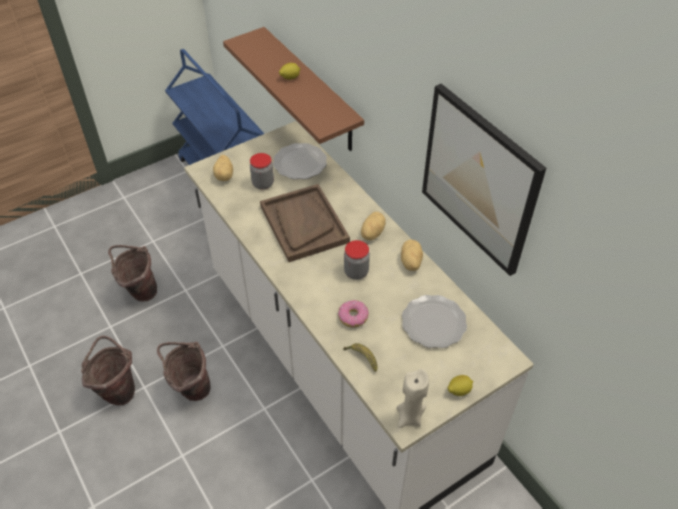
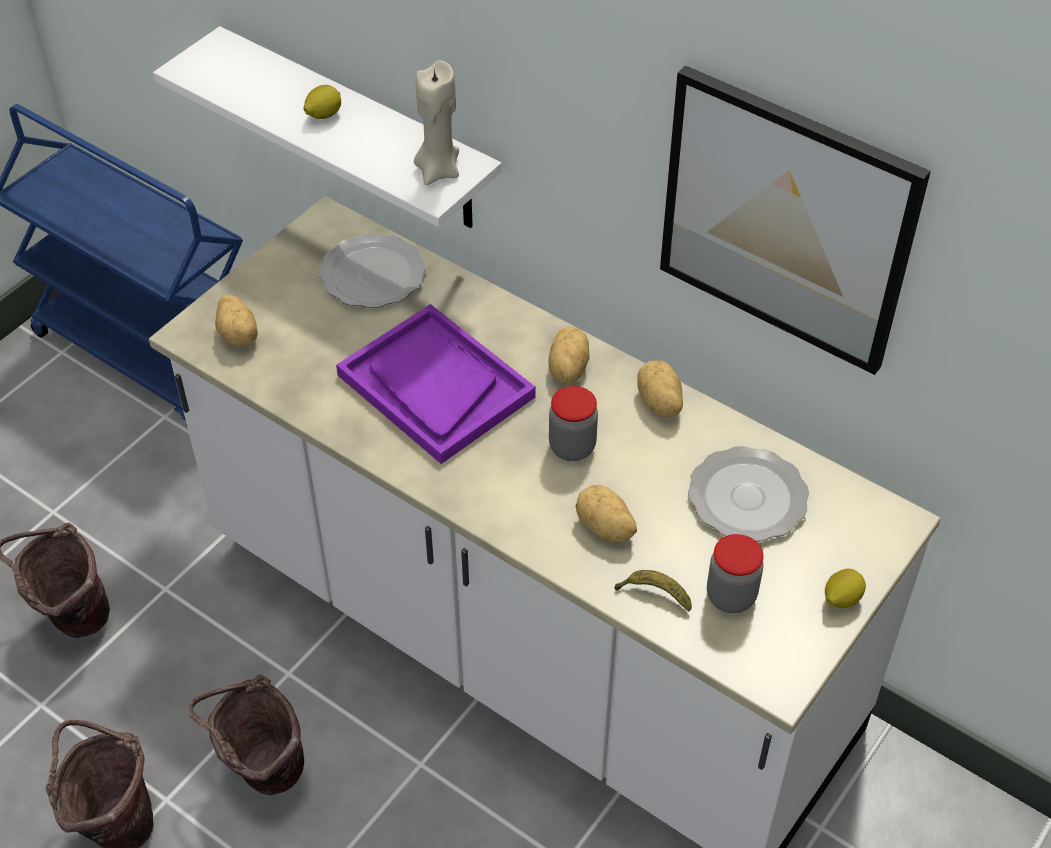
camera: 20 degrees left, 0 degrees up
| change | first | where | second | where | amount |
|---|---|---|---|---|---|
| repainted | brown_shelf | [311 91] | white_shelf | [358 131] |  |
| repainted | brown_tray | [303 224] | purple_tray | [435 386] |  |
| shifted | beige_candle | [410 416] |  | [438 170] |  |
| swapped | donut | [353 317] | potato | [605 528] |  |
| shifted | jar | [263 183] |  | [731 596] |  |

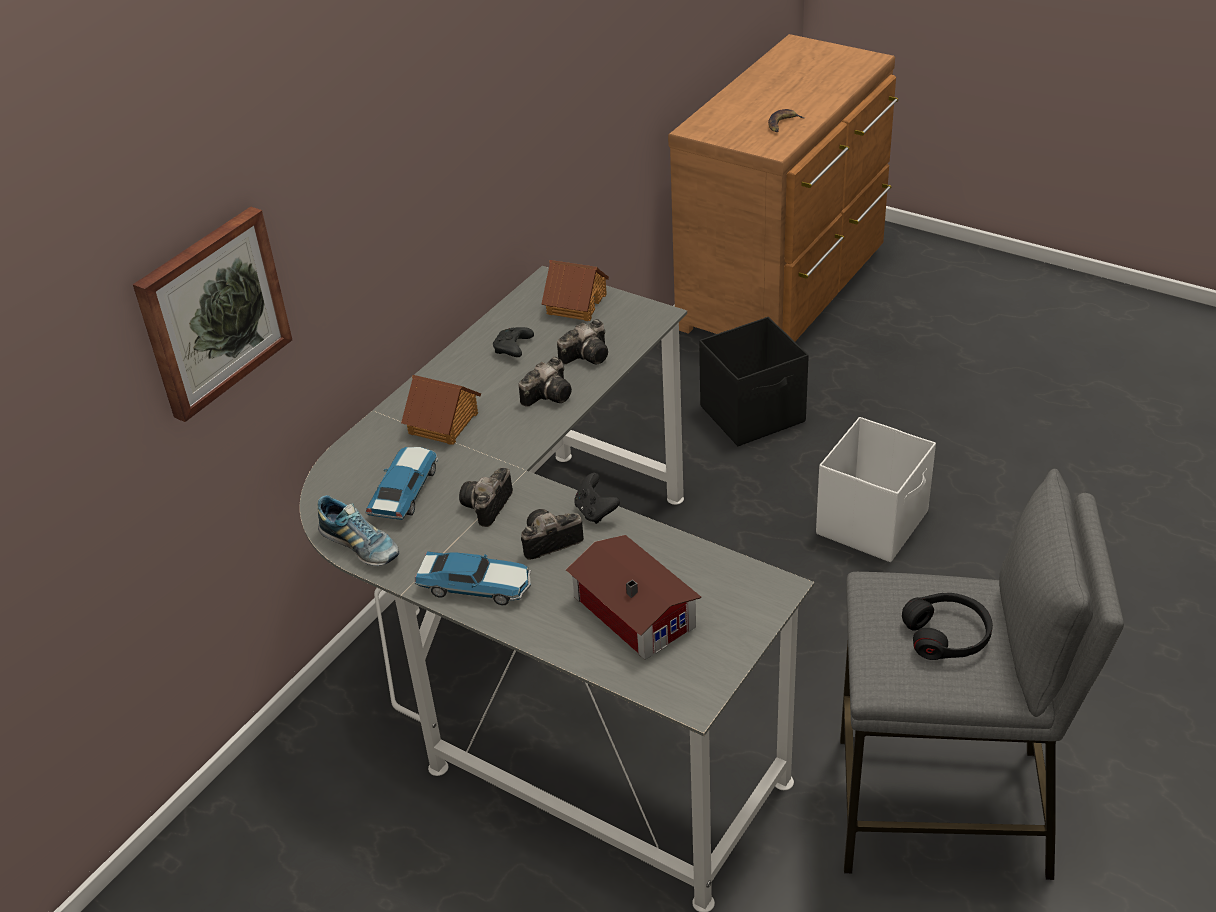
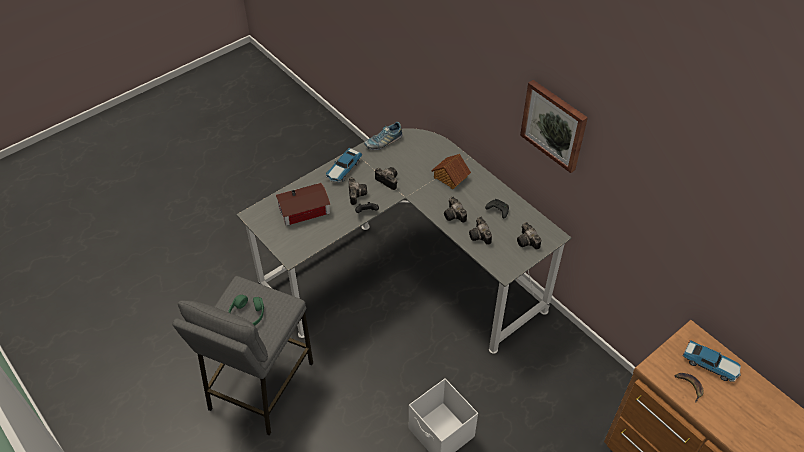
camera: 105 degrees right, 10 degrees up
| change | first | where | second | where | amount |
|---|---|---|---|---|---|
| repainted | black_headphones | [947 635] | green_headphones | [247 315] |  |
| swapped | toy_house | [575 304] | photo_camera | [528 242] |  |
| shifted | picture | [212 312] |  | [554 125] |  |
| shifted | toy_car | [405 491] |  | [711 365] |  |
| gone | black_storage_box | [754 414] |  |  |  |

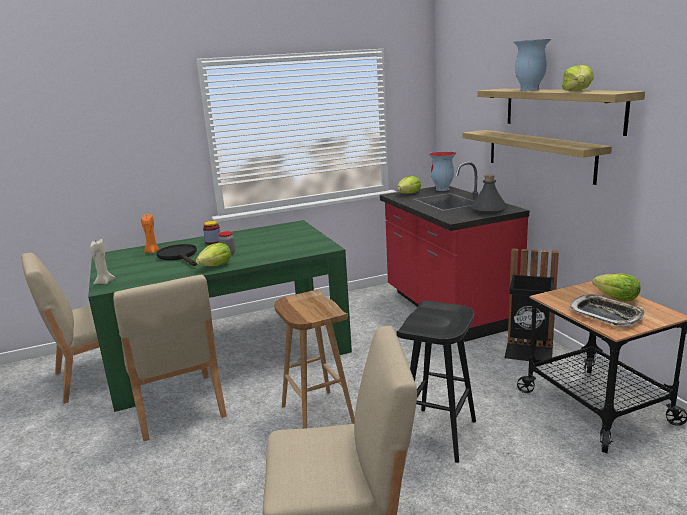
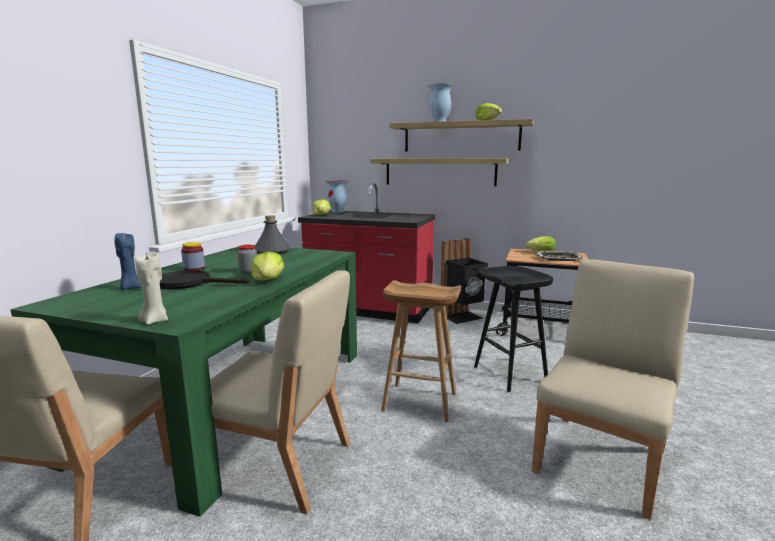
camera: 50 degrees left, 5 degrees down
| change | first | where | second | where | amount |
|---|---|---|---|---|---|
| repainted | orange_candle | [152 252] | blue_candle | [130 288] |  |
| shifted | grey_bottle | [488 210] |  | [272 252] |  |

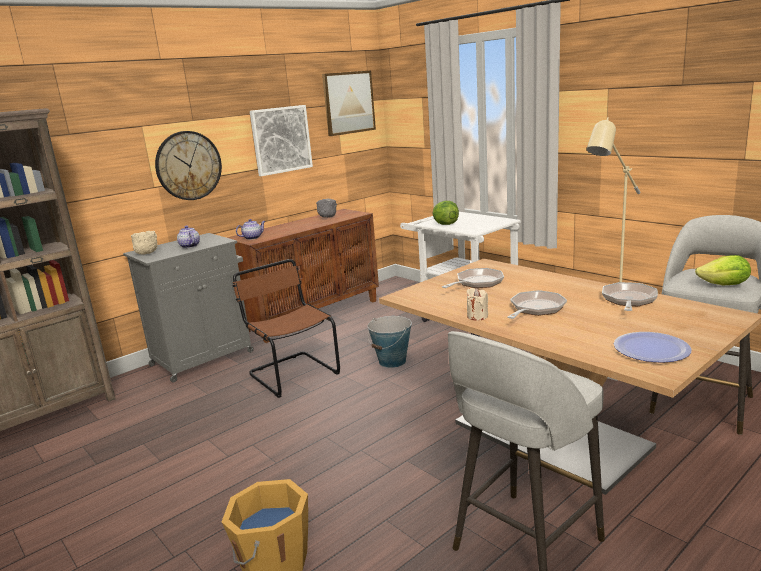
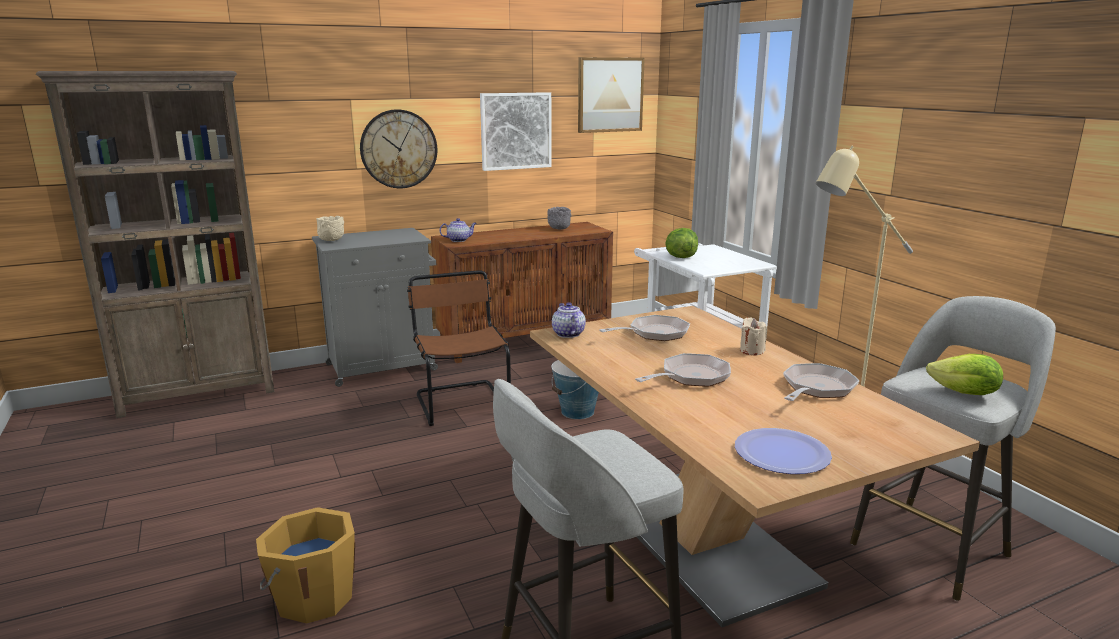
camera: 15 degrees right, 0 degrees up
| change | first | where | second | where | amount |
|---|---|---|---|---|---|
| shifted | teapot | [189 246] |  | [567 334] |  |
| shifted | beige_candle | [477 316] |  | [752 351] |  |

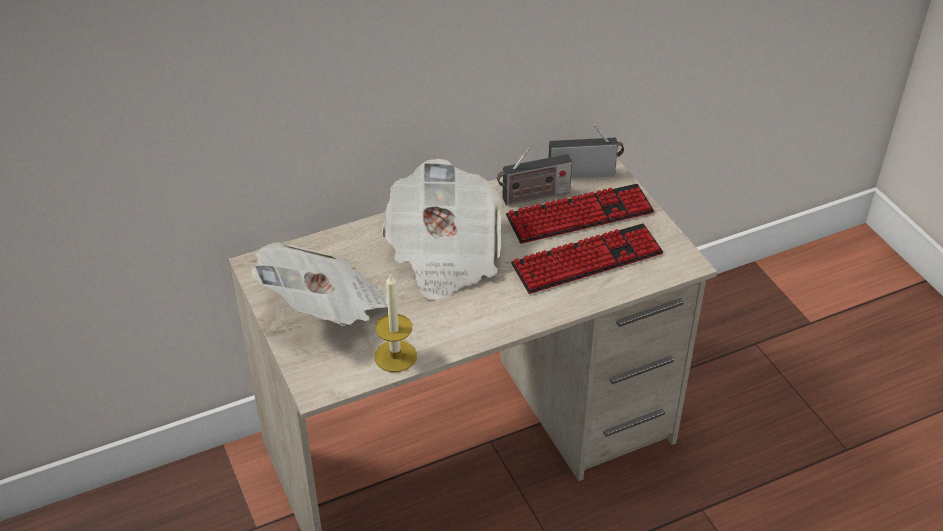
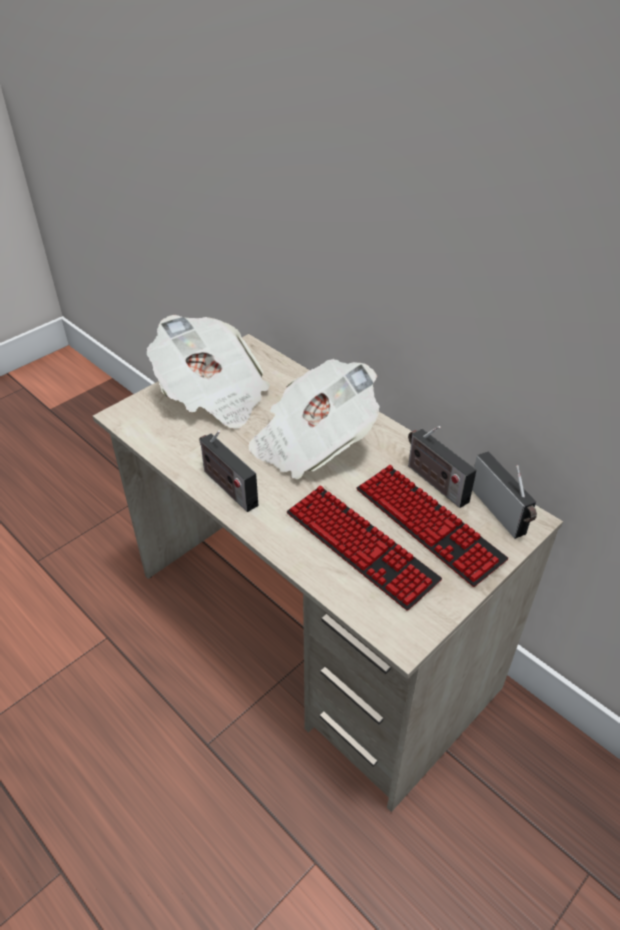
camera: 70 degrees right, 0 degrees up
| change | first | where | second | where | amount |
|---|---|---|---|---|---|
| new |  |  | radio | [227 486] |  |
| gone | candle | [395 356] |  |  |  |

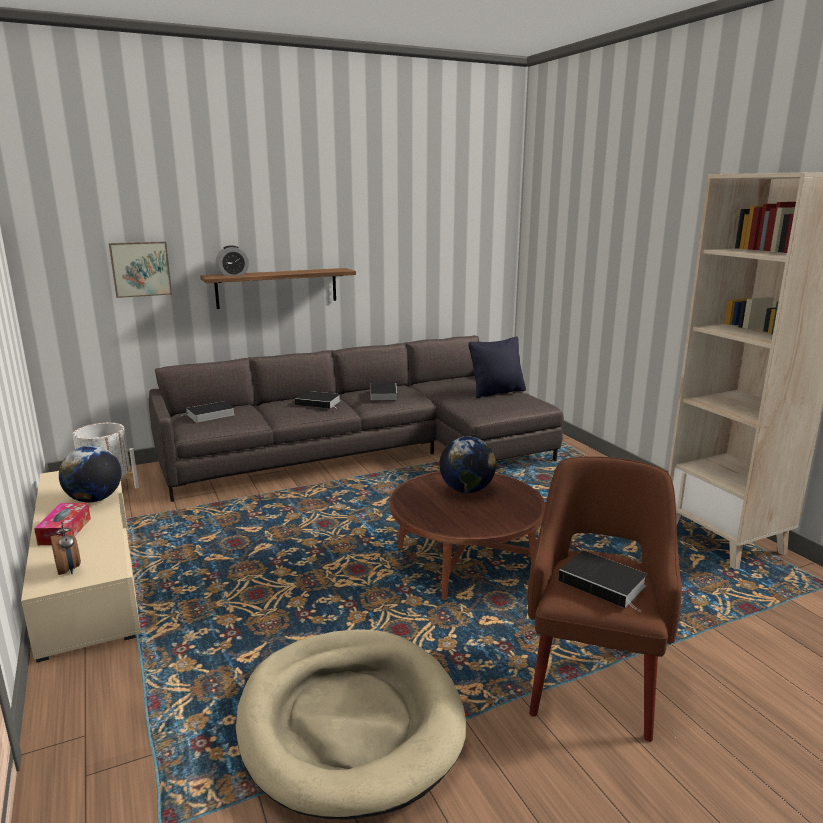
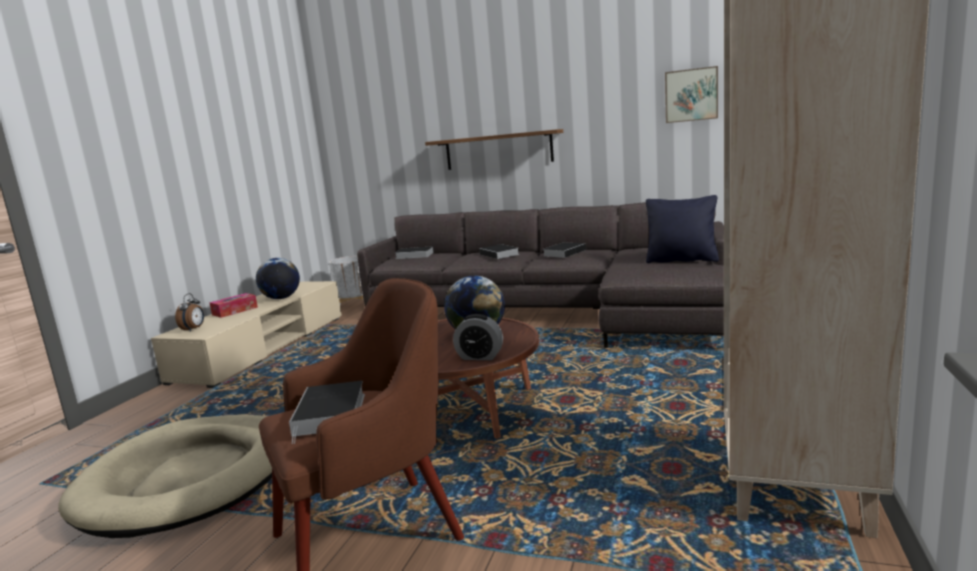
camera: 45 degrees right, 5 degrees down
| change | first | where | second | where | amount |
|---|---|---|---|---|---|
| shifted | alarm_clock | [233 274] |  | [479 357] |  |
| shifted | picture | [140 269] |  | [691 95] |  |

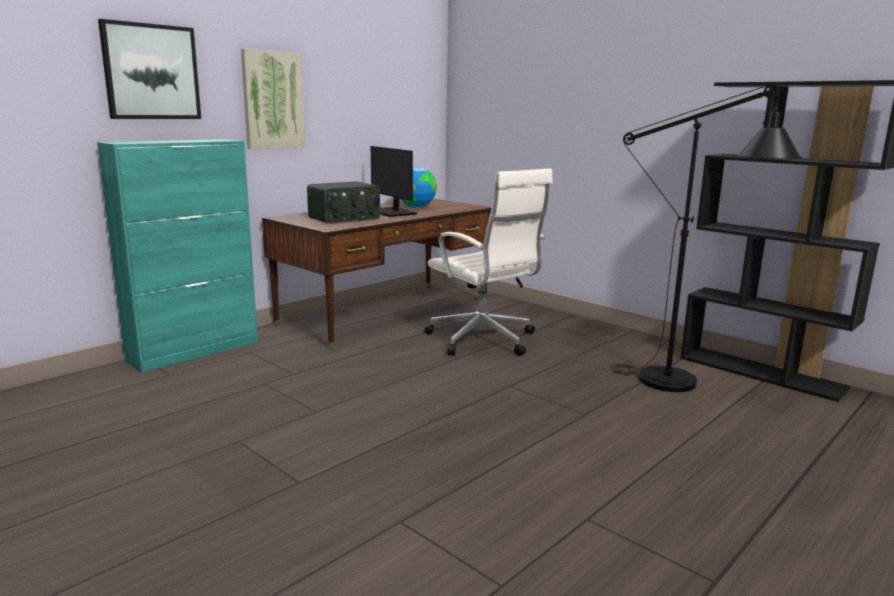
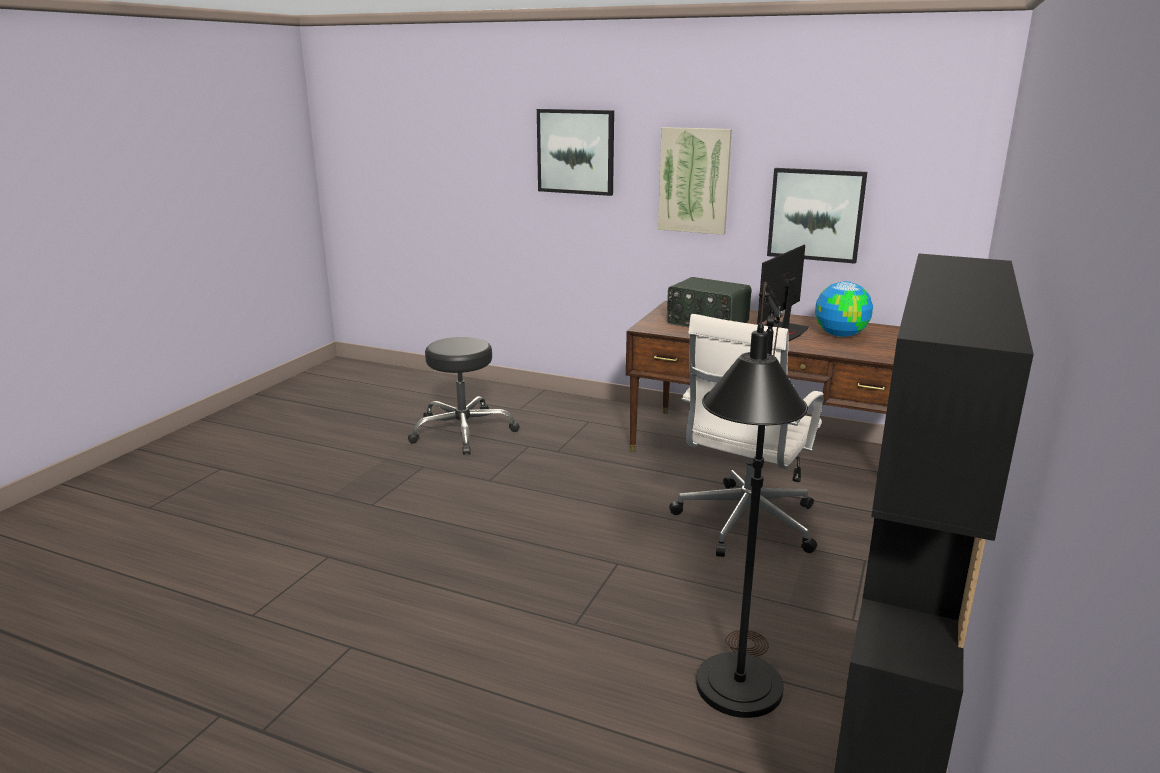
camera: 70 degrees right, 5 degrees up
| change | first | where | second | where | amount |
|---|---|---|---|---|---|
| new |  |  | black_stool | [462 431] |  |
| new |  |  | picture | [815 214] |  |
| gone | turquoise_cabinet | [195 351] |  |  |  |

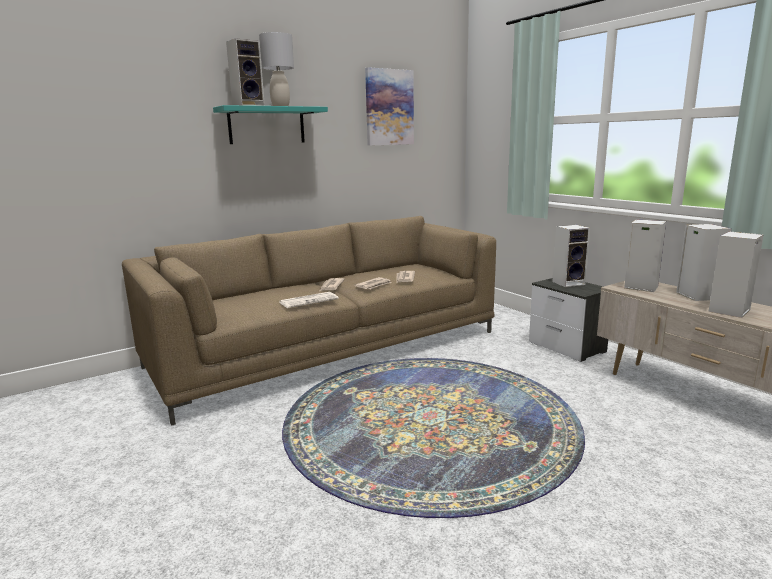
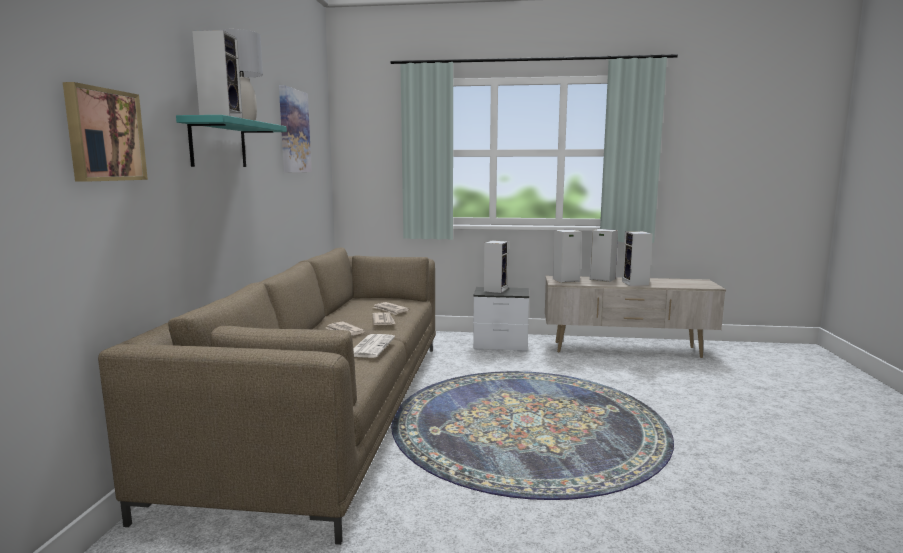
camera: 50 degrees left, 5 degrees down
| change | first | where | second | where | amount |
|---|---|---|---|---|---|
| new |  |  | picture | [103 135] |  |

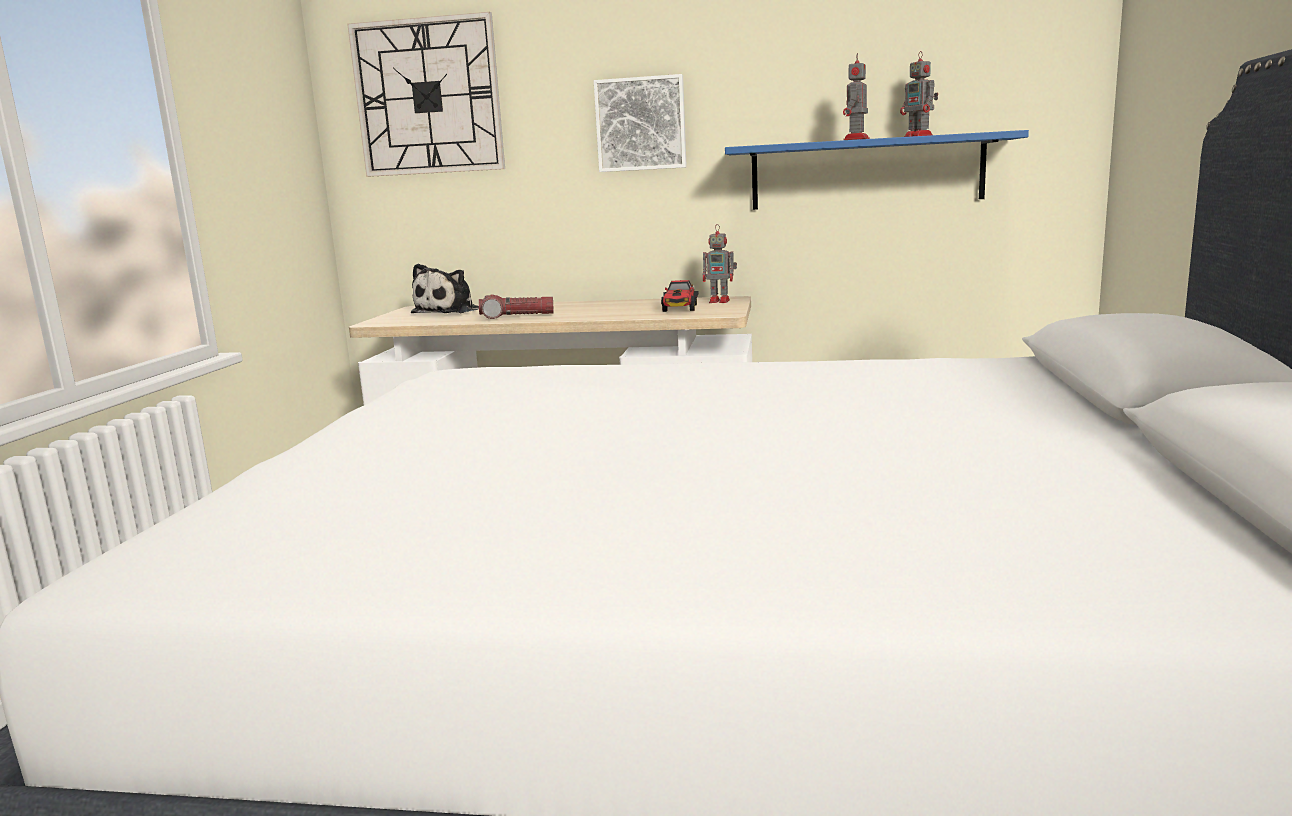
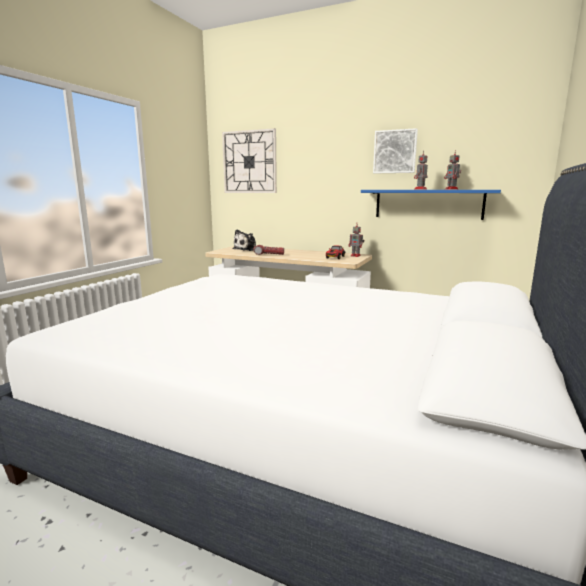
camera: 15 degrees right, 0 degrees up
| change | first | where | second | where | amount |
|---|---|---|---|---|---|
| shifted | picture | [641 124] |  | [395 152] |  |

